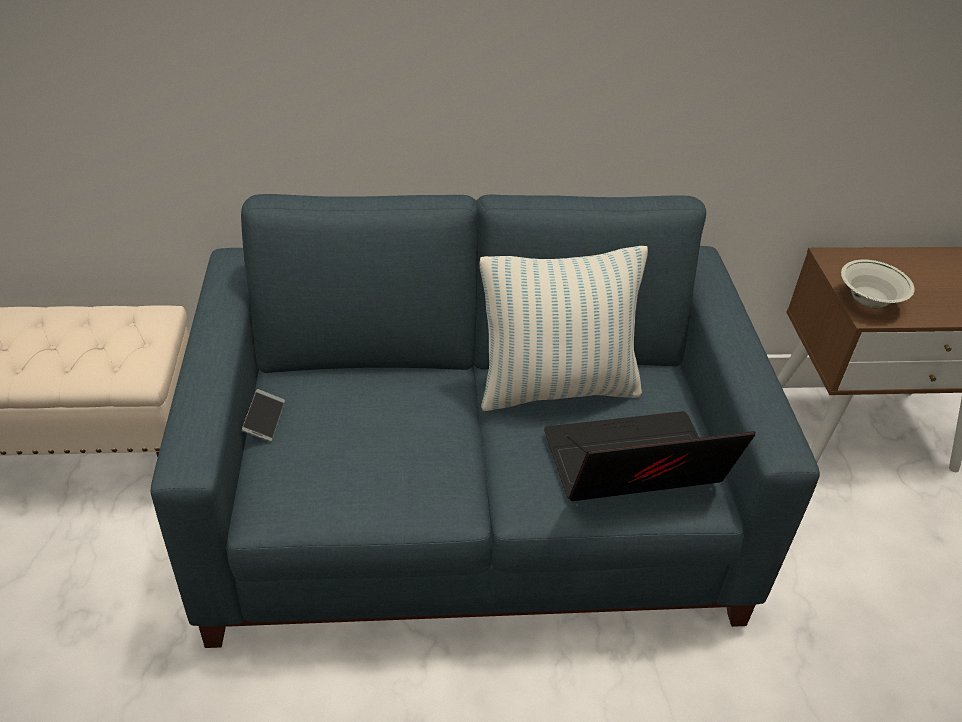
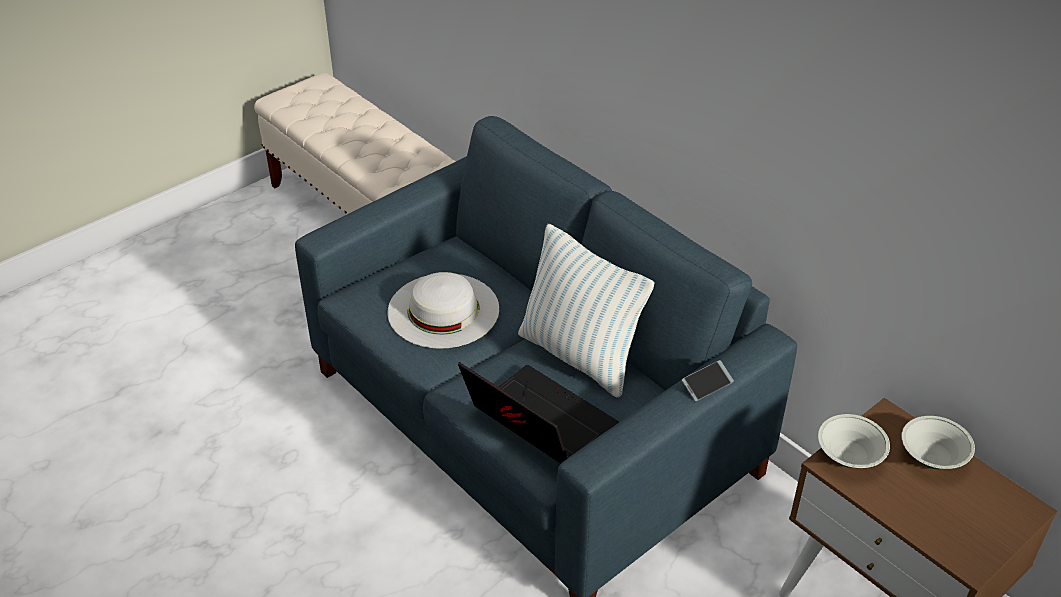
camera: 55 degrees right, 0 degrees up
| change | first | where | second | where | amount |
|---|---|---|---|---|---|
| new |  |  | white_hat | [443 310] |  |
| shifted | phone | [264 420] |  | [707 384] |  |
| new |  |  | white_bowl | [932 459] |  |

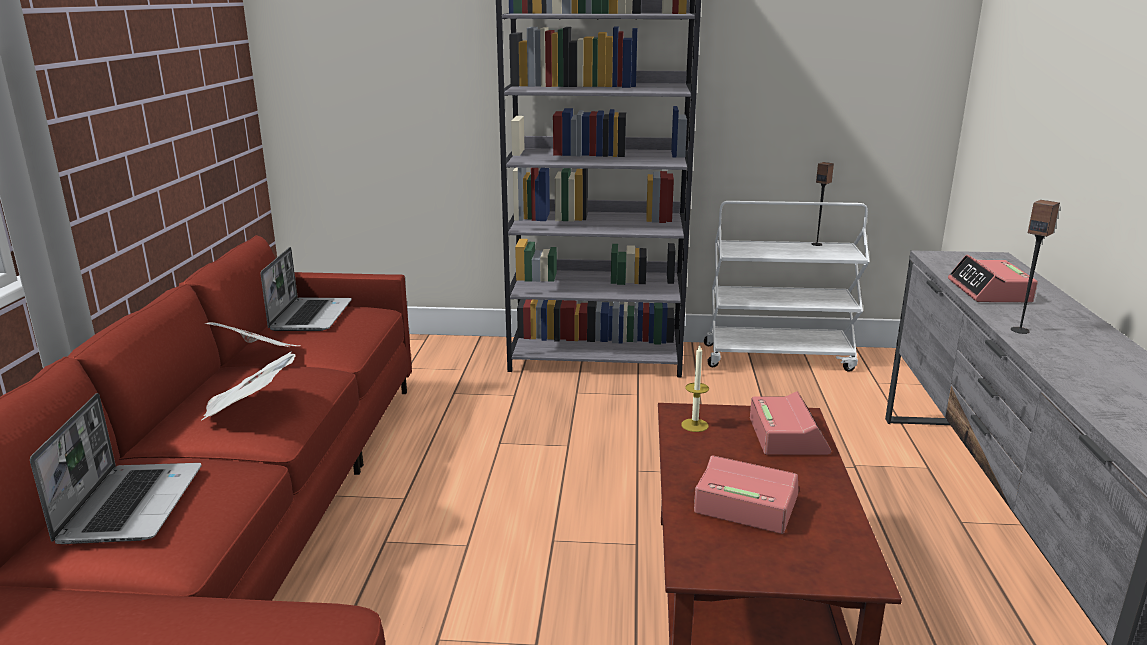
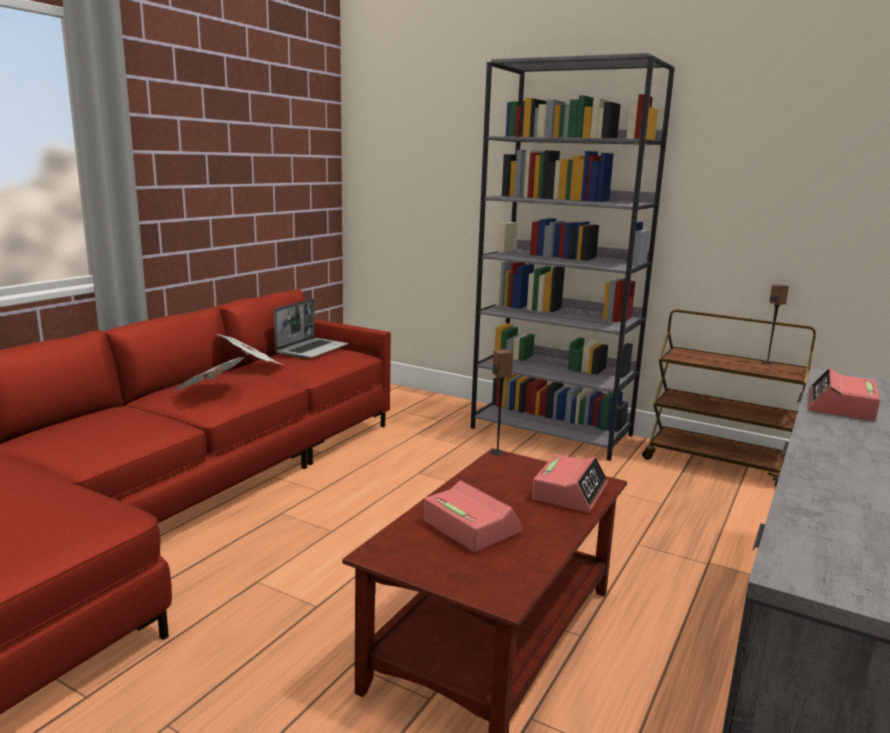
camera: 25 degrees right, 5 degrees down
| change | first | where | second | where | amount |
|---|---|---|---|---|---|
| shifted | speaker | [1020 330] |  | [497 452] |  |
| repainted | white_cart | [778 357] | brown_cart | [718 464] |  |
| gone | laptop | [131 504] |  |  |  |
| gone | candle | [694 425] |  |  |  |

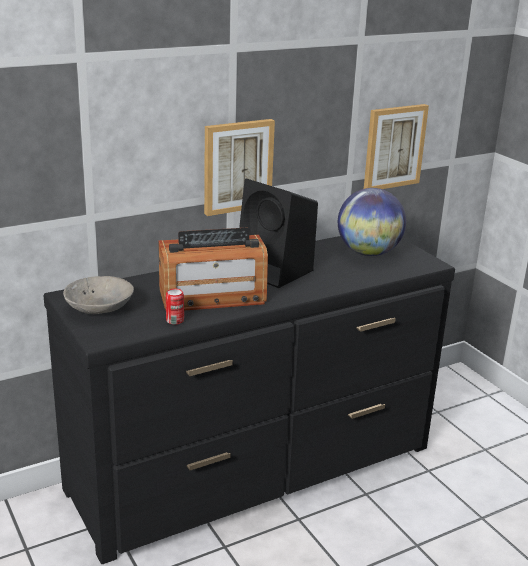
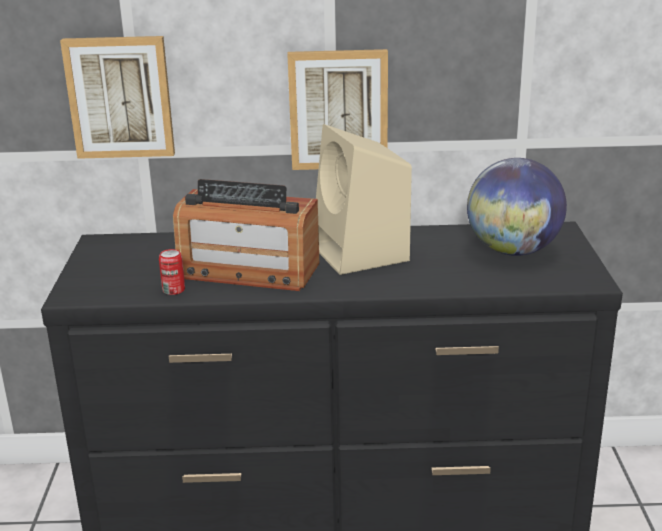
camera: 30 degrees right, 0 degrees up
| change | first | where | second | where | amount |
|---|---|---|---|---|---|
| shifted | picture | [394 147] |  | [120 97] |  |
| repainted | black_speaker | [276 271] | beige_speaker | [361 254] |  |
| gone | grey_bowl | [100 308] |  |  |  |

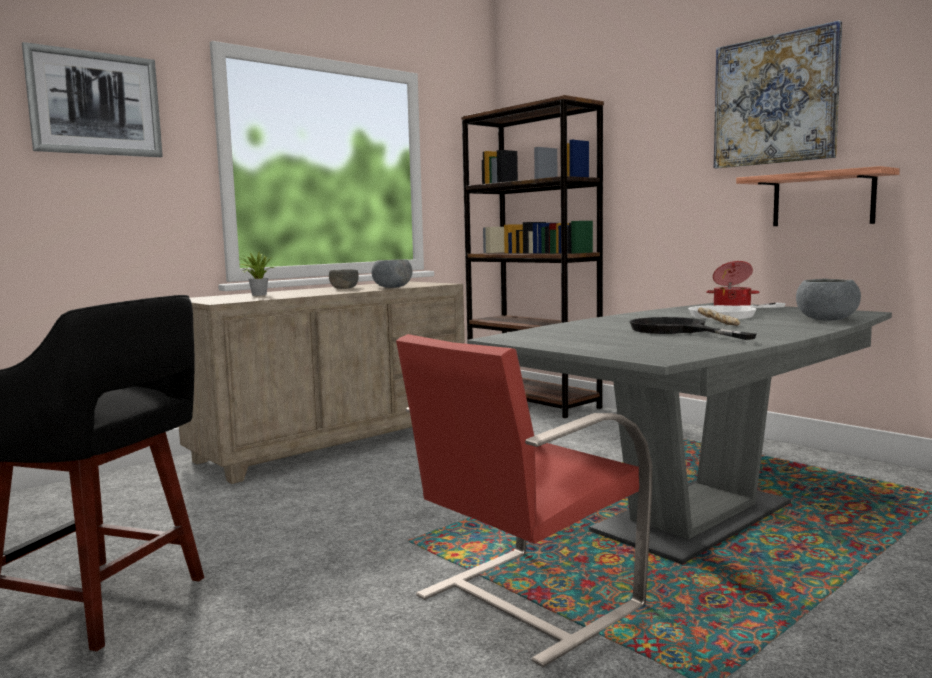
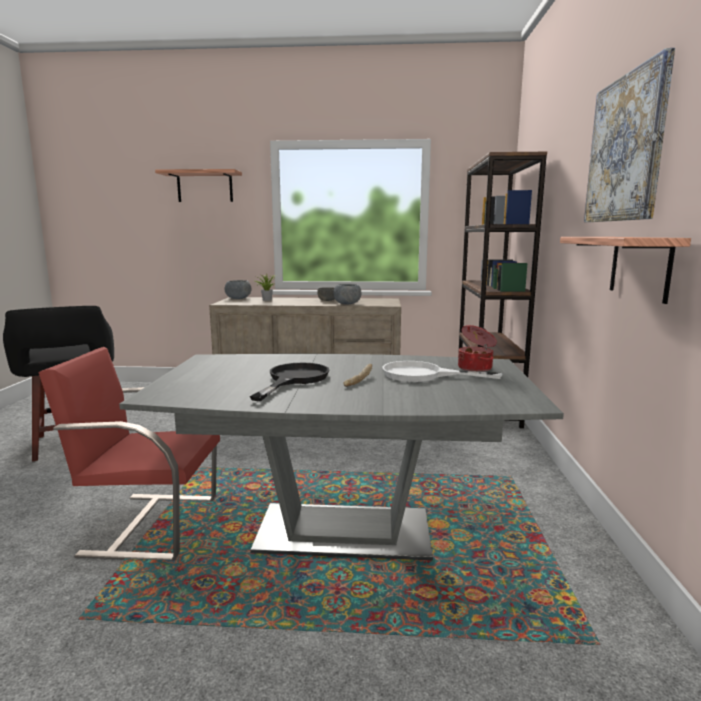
camera: 45 degrees right, 5 degrees up
| change | first | where | second | where | amount |
|---|---|---|---|---|---|
| swapped | picture | [95 103] | shelf | [205 187] |  |
| shifted | grey_bowl | [826 319] |  | [238 298] |  |

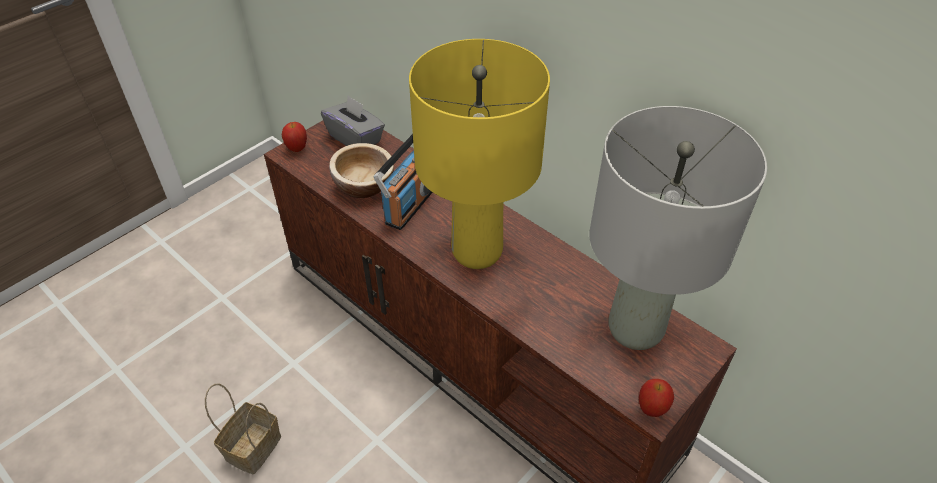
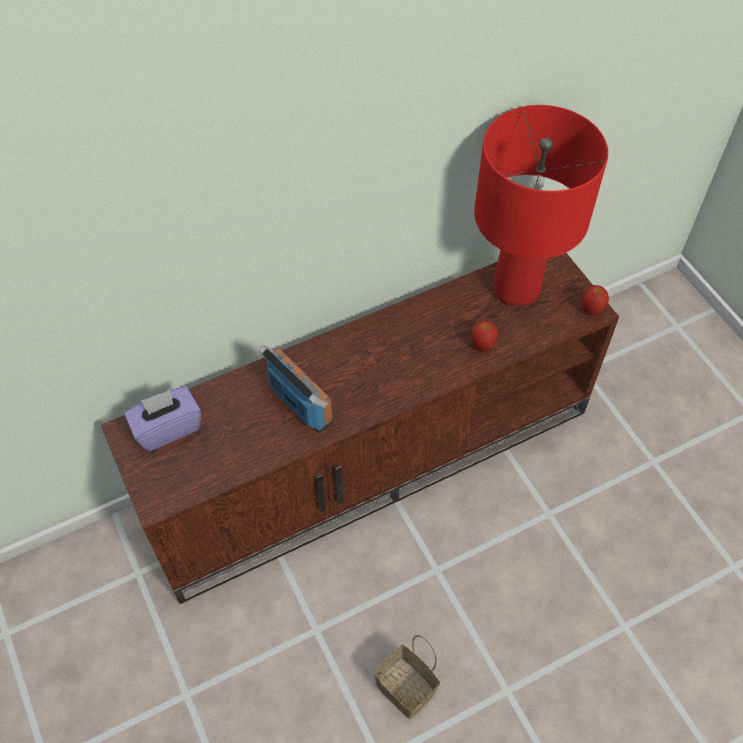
camera: 70 degrees left, 10 degrees up
| change | first | where | second | where | amount |
|---|---|---|---|---|---|
| repainted | grey_tissue_box | [356 138] | purple_tissue_box | [167 428] |  |
| shifted | apple | [297 149] |  | [482 345] |  |
| repainted | grey_table_lamp | [634 329] | red_table_lamp | [516 290] |  |
| gone | bowl | [364 185] |  |  |  |
| gone | yellow_table_lamp | [478 251] |  |  |  |

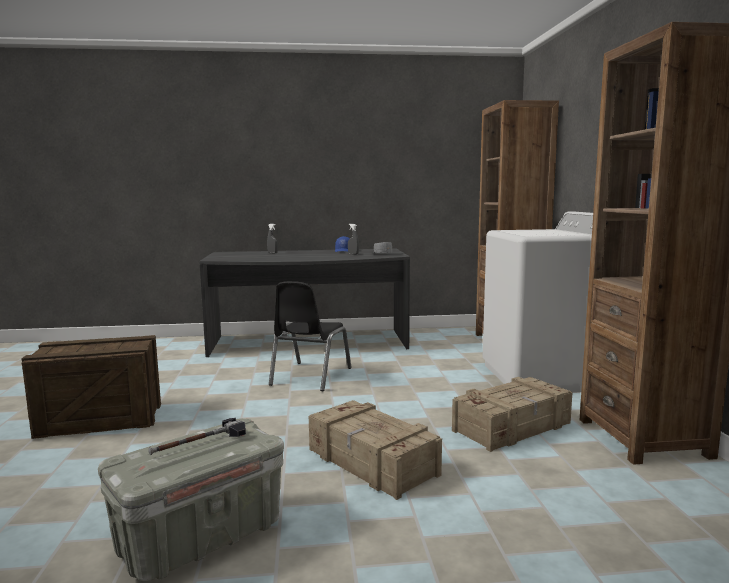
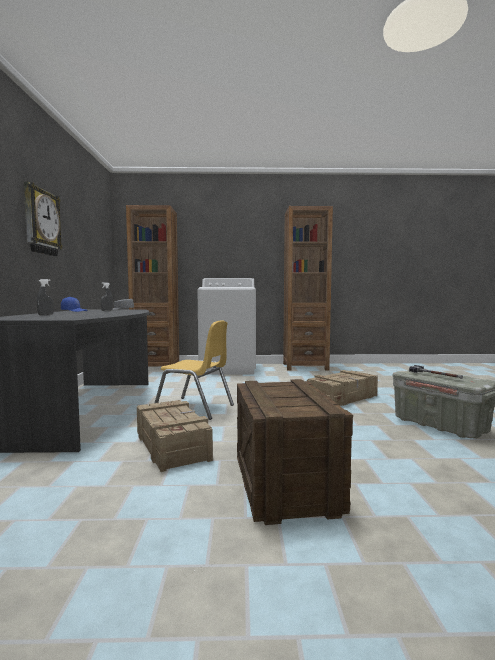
camera: 85 degrees left, 5 degrees down
| change | first | where | second | where | amount |
|---|---|---|---|---|---|
| new |  |  | wall_clock | [41 222] |  |
| shifted | crate | [513 427] |  | [172 445] |  |
| repainted | black_chair | [310 376] | yellow_chair | [195 408] |  |

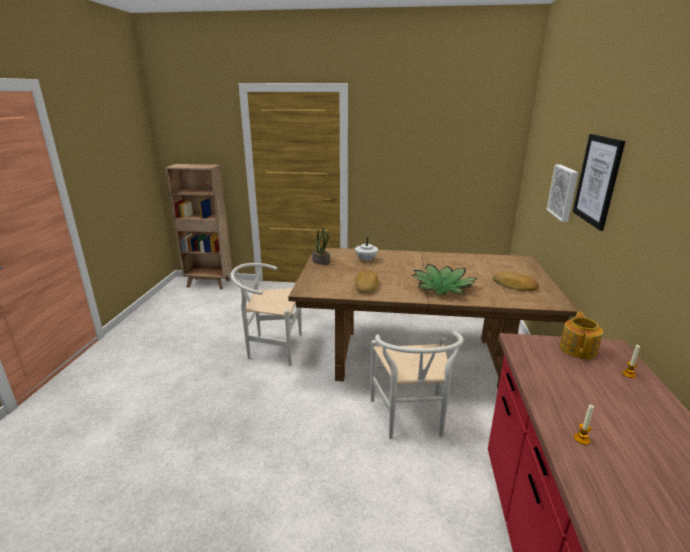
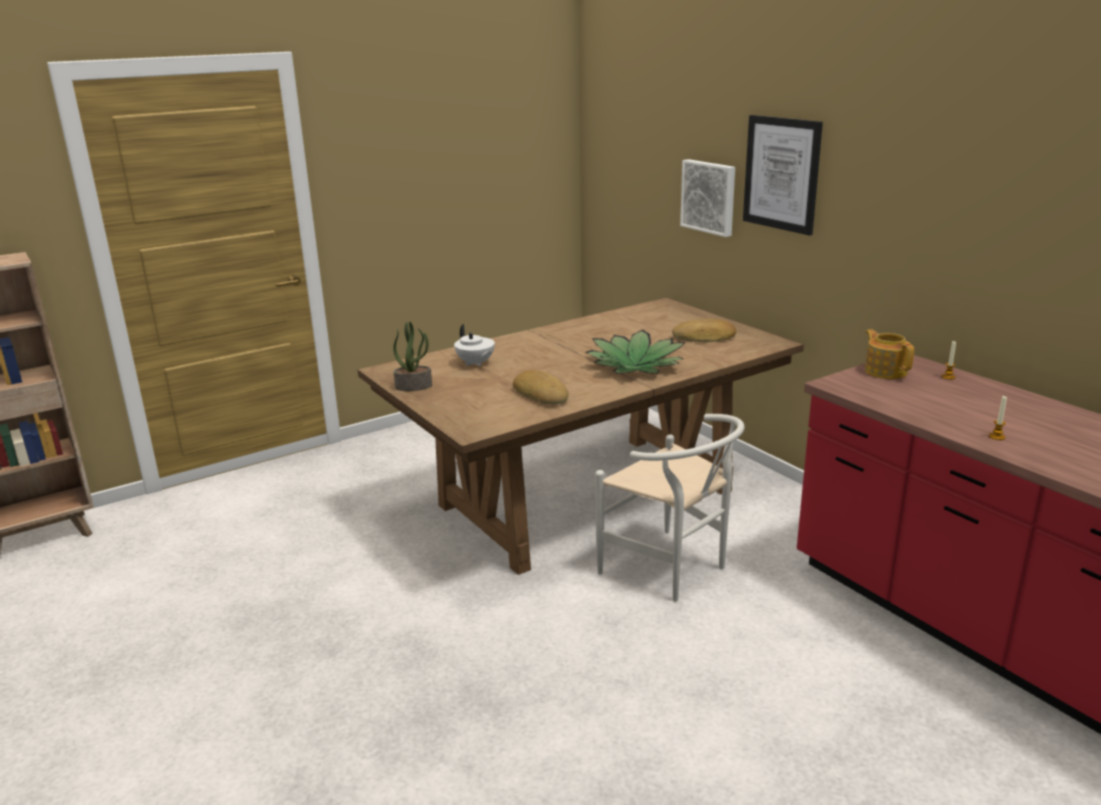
camera: 40 degrees left, 0 degrees up
| change | first | where | second | where | amount |
|---|---|---|---|---|---|
| gone | white_chair | [270 348] |  |  |  |

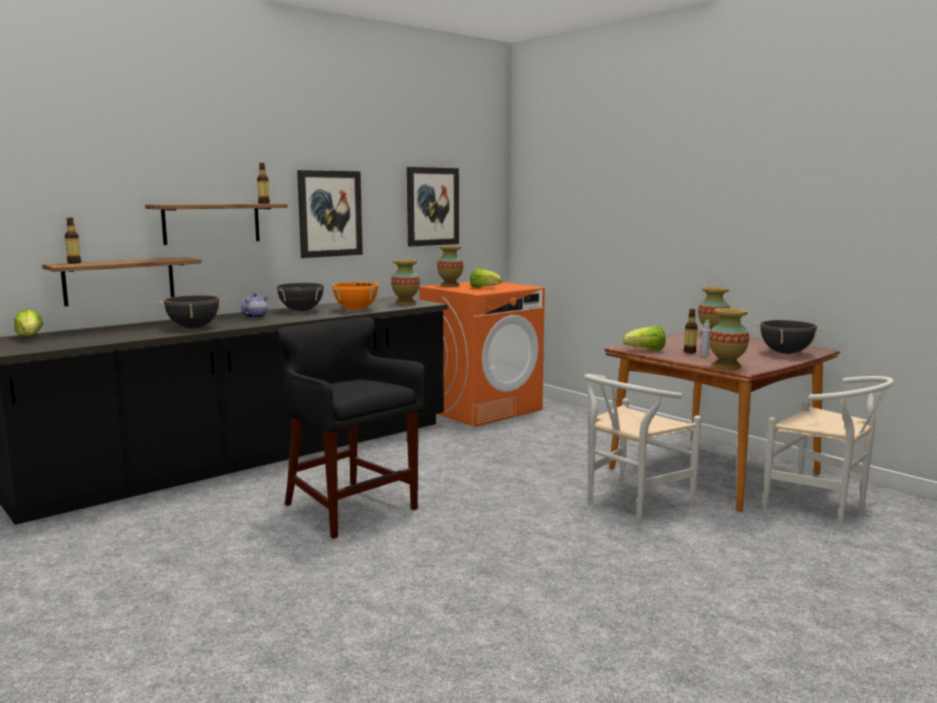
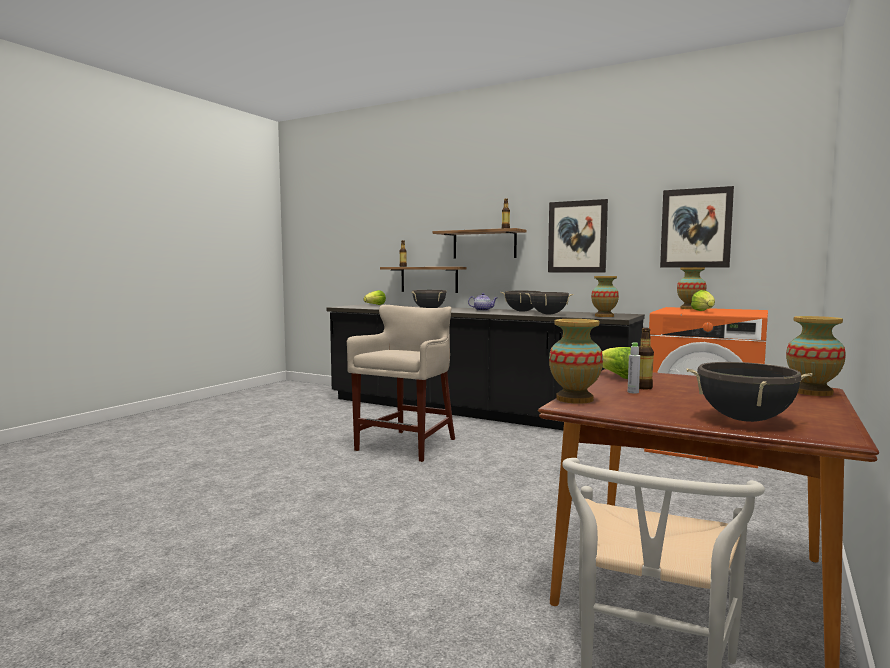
camera: 70 degrees right, 5 degrees down
| change | first | where | second | where | amount |
|---|---|---|---|---|---|
| repainted | black_stool | [348 508] | beige_stool | [407 445] |  |
| repainted | orange_cooking_pot | [355 310] | black_cooking_pot | [548 314] |  |
| gone | white_chair | [631 504] |  |  |  |

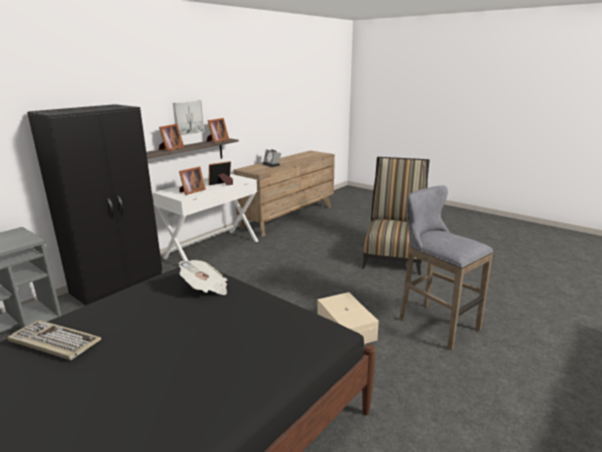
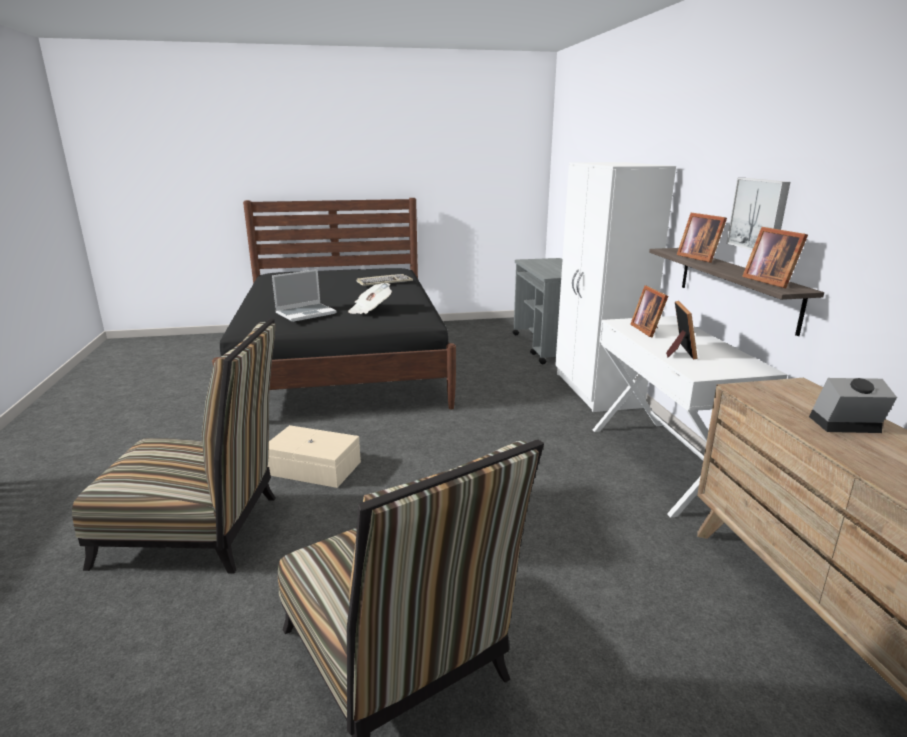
camera: 130 degrees right, 0 degrees up
| change | first | where | second | where | amount |
|---|---|---|---|---|---|
| swapped | grey_stool | [434 323] | chair | [200 531] |  |
| new |  |  | laptop | [306 313] |  |
| repainted | black_wardrobe | [118 285] | white_wardrobe | [596 390] |  |

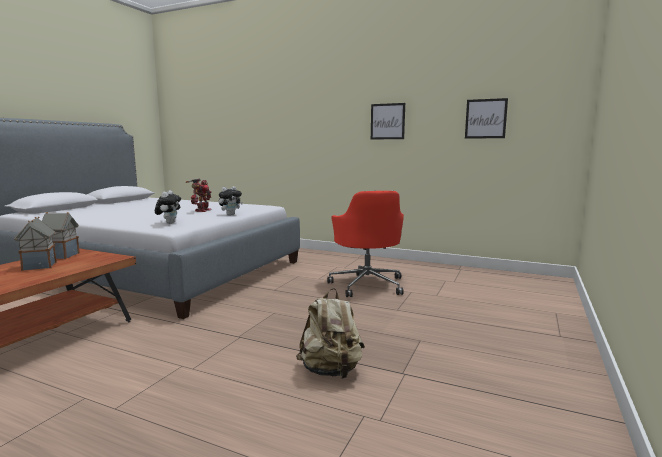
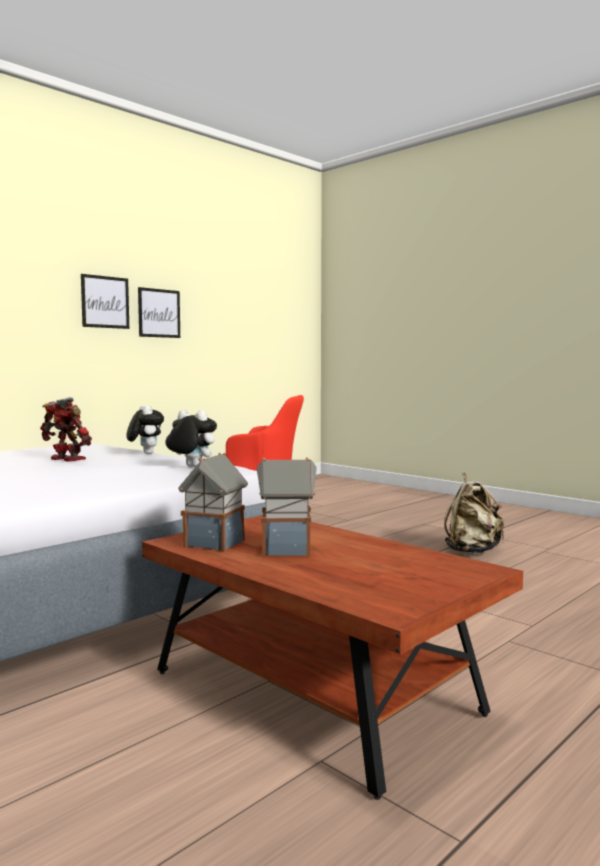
camera: 70 degrees left, 5 degrees down
| change | first | where | second | where | amount |
|---|---|---|---|---|---|
| shifted | picture | [485 118] |  | [105 302] |  |

